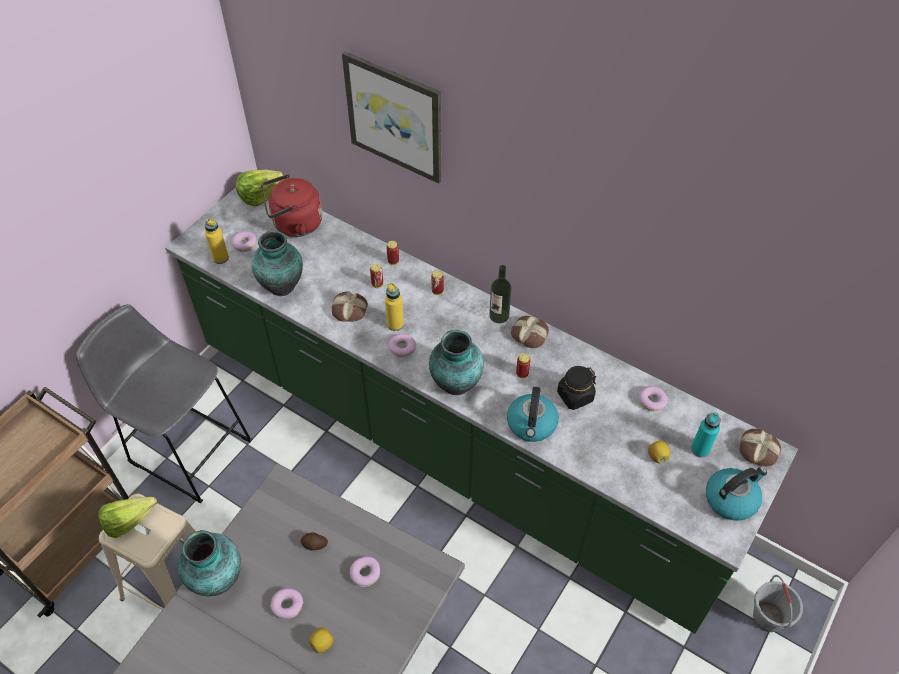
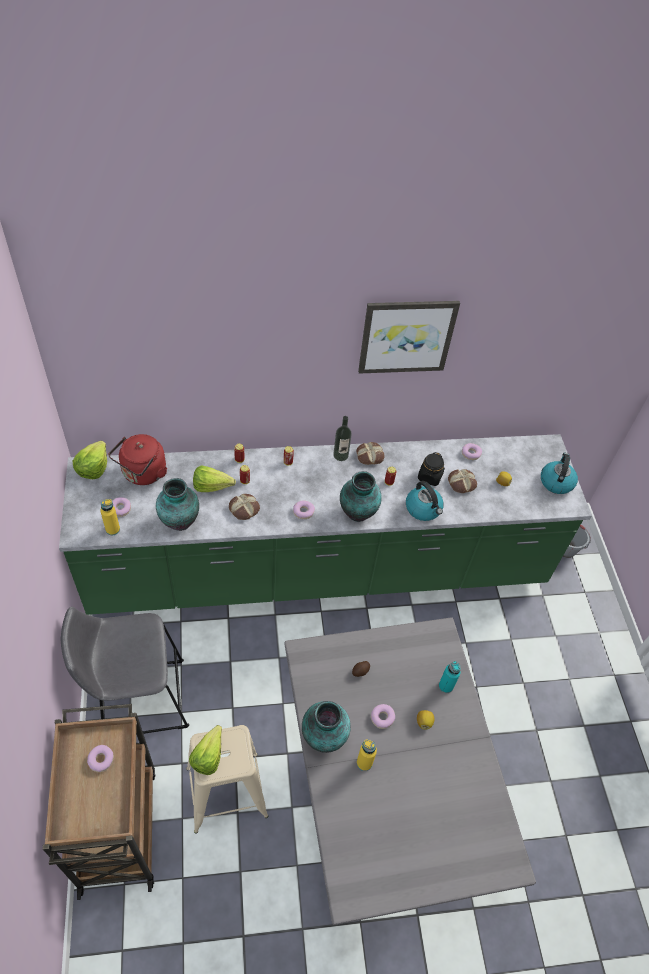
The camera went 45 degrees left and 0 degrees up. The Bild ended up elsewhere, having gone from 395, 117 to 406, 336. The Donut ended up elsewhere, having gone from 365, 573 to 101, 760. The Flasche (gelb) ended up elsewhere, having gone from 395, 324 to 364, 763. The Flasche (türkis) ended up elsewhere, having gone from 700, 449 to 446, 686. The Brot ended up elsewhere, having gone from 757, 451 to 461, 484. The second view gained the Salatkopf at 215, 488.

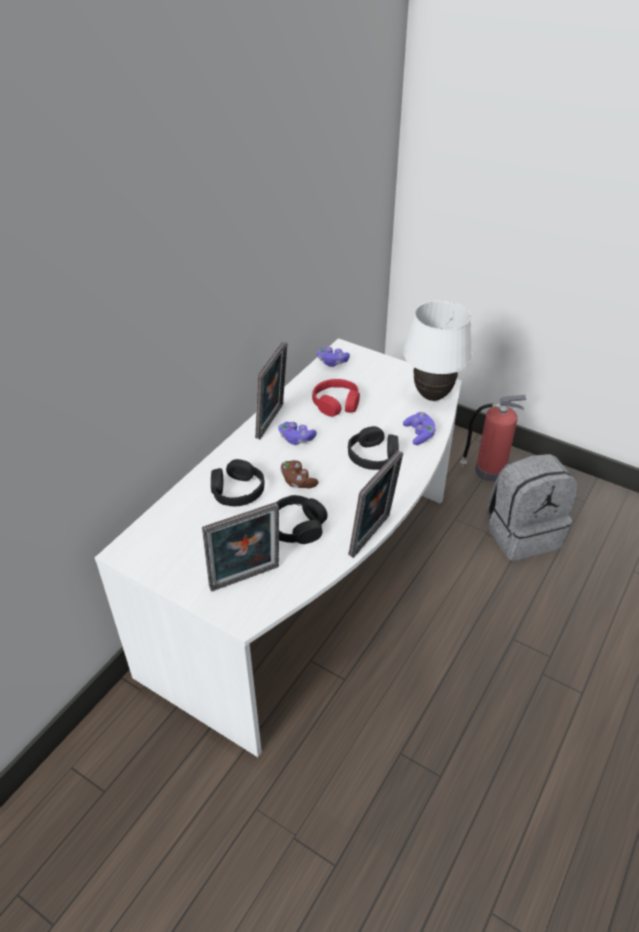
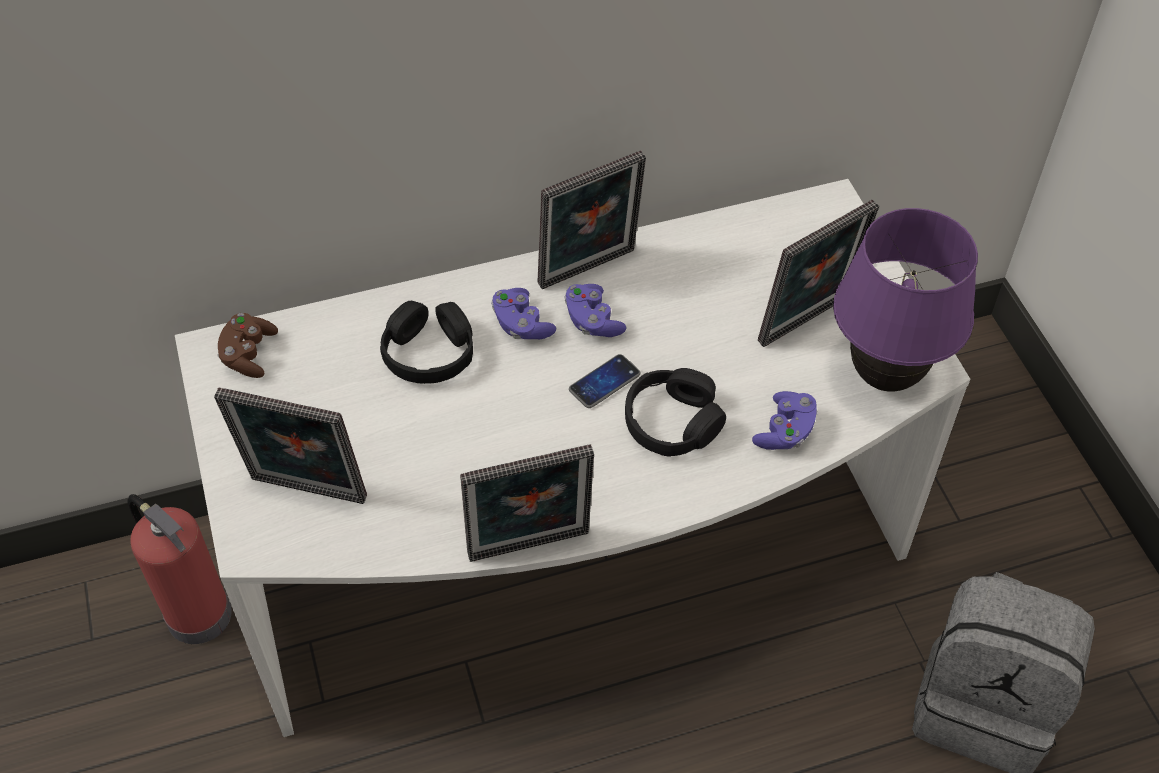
The camera went 40 degrees right and 10 degrees up. The second view lost the Kopfhörer (schwarz) at 297, 526. The Gamepad (braun) ended up elsewhere, having gone from 297, 481 to 249, 354. The second view lost the Kopfhörer (rot) at 336, 404. The Gamepad (lila) ended up elsewhere, having gone from 332, 362 to 521, 325. What was the Tischlampe (weiß) at 432, 396 turned into the Tischlampe (lila) at 884, 377. The Feuerlöscher ended up elsewhere, having gone from 488, 471 to 196, 612. The second view gained the Handy at 604, 382. The second view gained the Bilderrahmen at 807, 324.

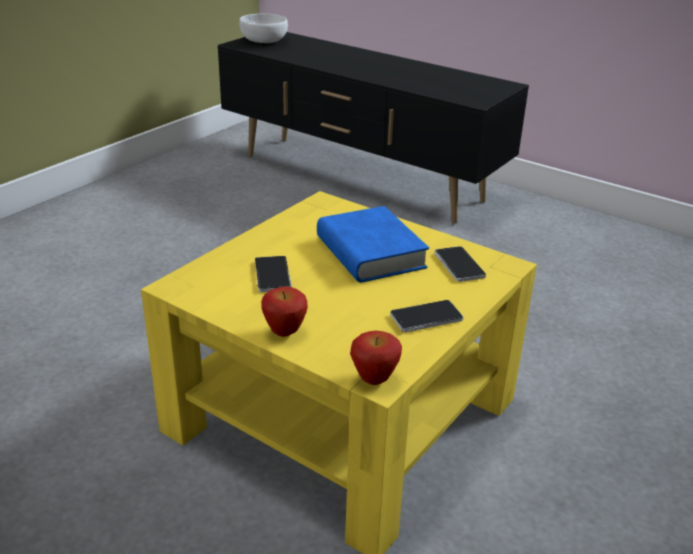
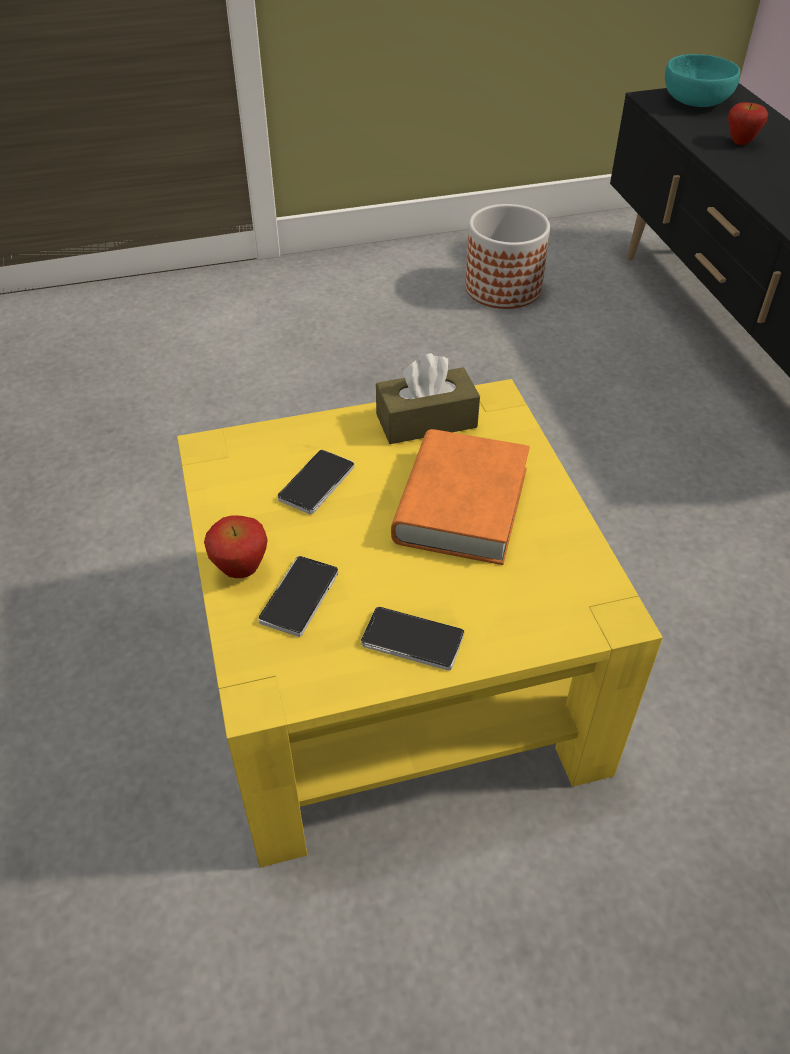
The camera went 40 degrees right and 15 degrees up. What was the Schüssel (weiß) at 264, 41 turned into the Schüssel (türkis) at 695, 101. What was the Buch (blau) at 370, 252 turned into the Buch (orange) at 461, 505. The Apfel ended up elsewhere, having gone from 374, 379 to 740, 142. The Handy ended up elsewhere, having gone from 459, 265 to 299, 597. The second view gained the Taschentuchbox (braun) at 426, 421. The second view gained the Pflanzkübel at 503, 288.

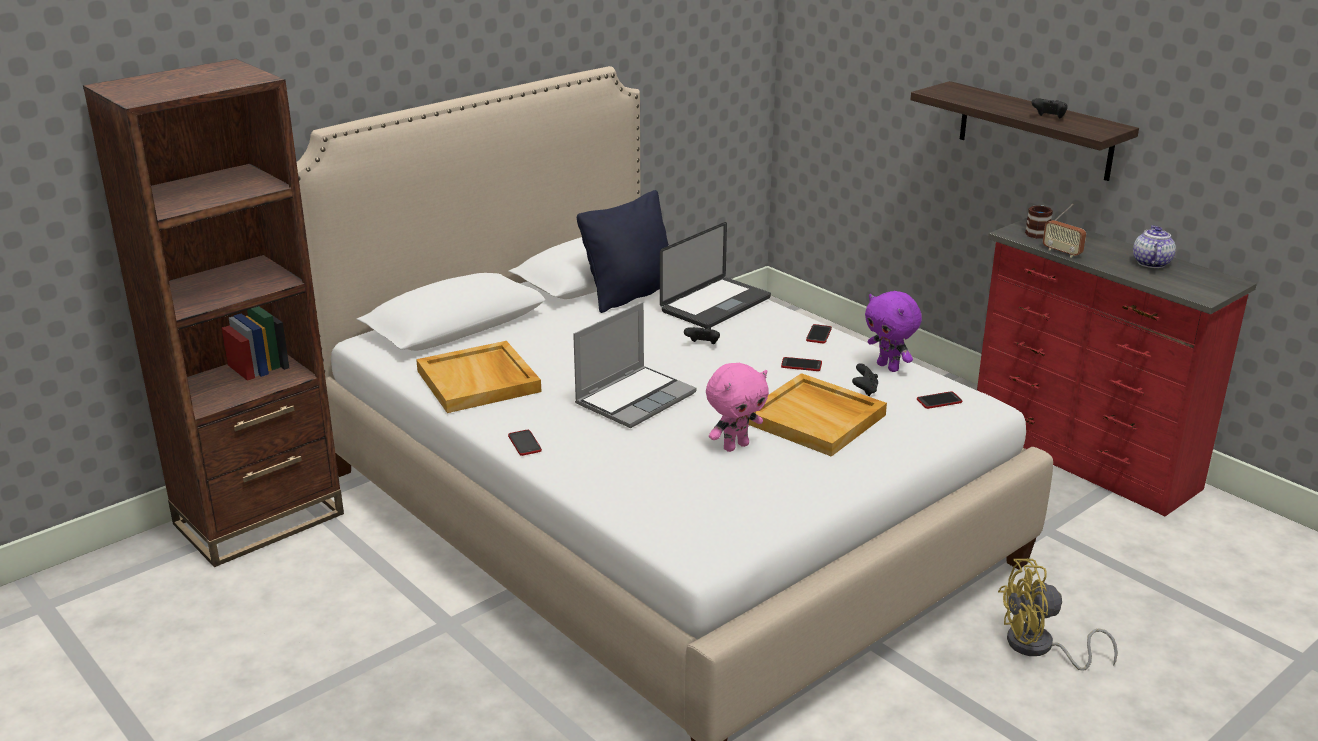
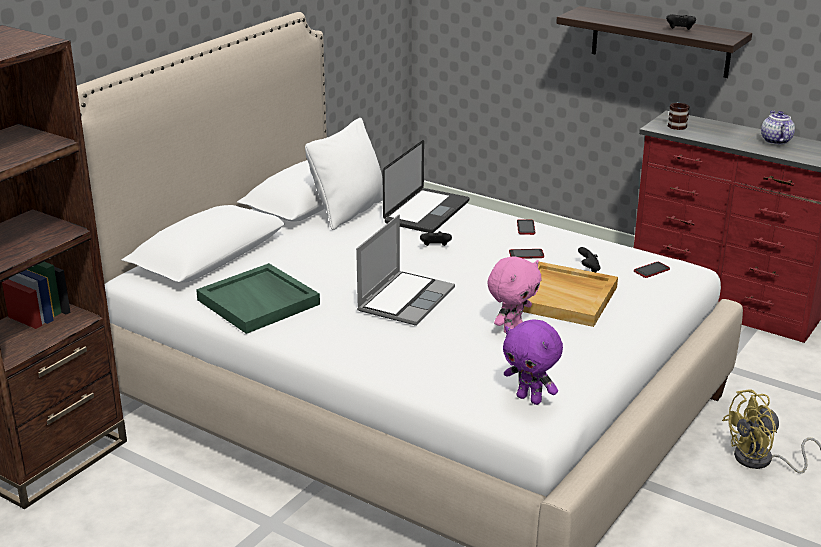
The camera went 15 degrees left and 0 degrees up. What was the Tablett (beige) at 479, 381 turned into the Tablett (grün) at 259, 302. The second view lost the Handy at 524, 443. What was the Kissen (schwarz) at 631, 294 turned into the Kissen (weiß) at 349, 211. The Plüschtier (lila) ended up elsewhere, having gone from 889, 367 to 530, 399. The second view lost the Radio at 1062, 252.

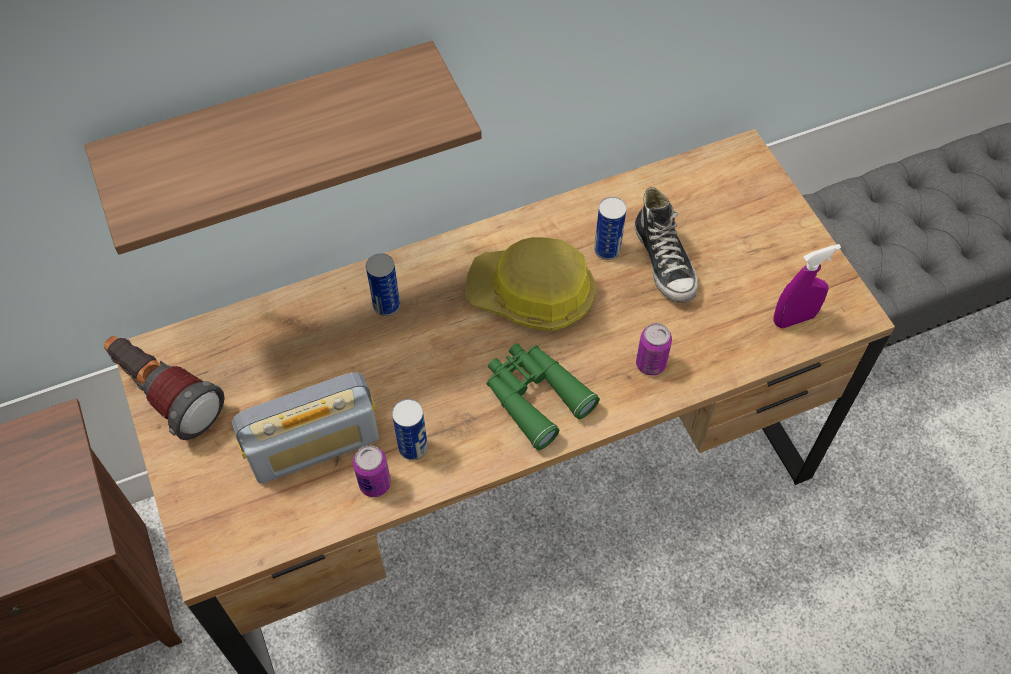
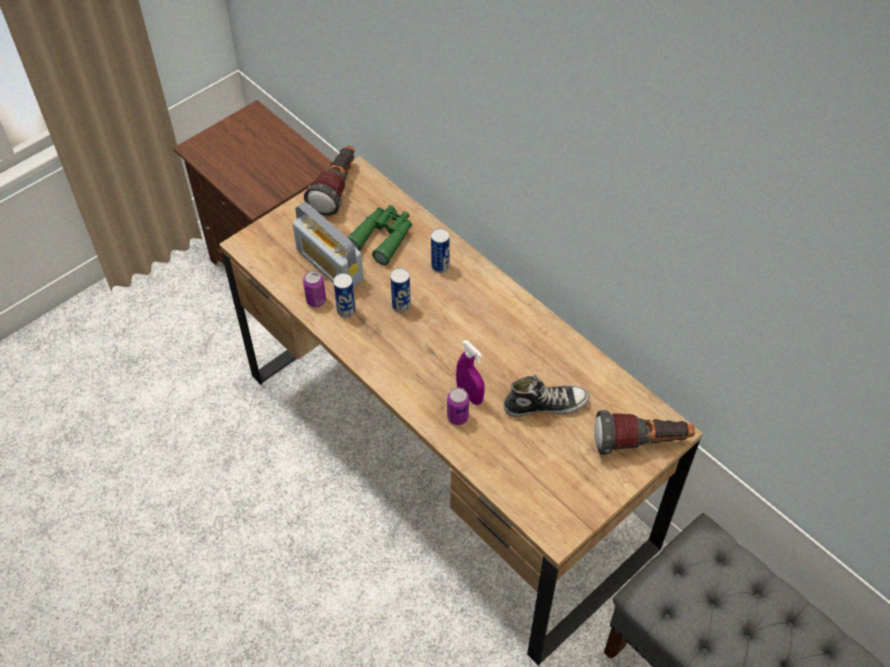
The camera went 70 degrees right and 5 degrees down. The second view lost the Wandregal at 275, 135. The second view lost the Schutzhelm at 532, 295. The Fernglas (grün) ended up elsewhere, having gone from 534, 396 to 383, 238. The Dose ended up elsewhere, having gone from 607, 250 to 401, 306. The Schuh at 664, 262 ended up facing another way, 150 degrees counterclockwise from before. The Sprühflasche (lila) ended up elsewhere, having gone from 794, 319 to 469, 395. The second view gained the Taschenlampe at 641, 443.

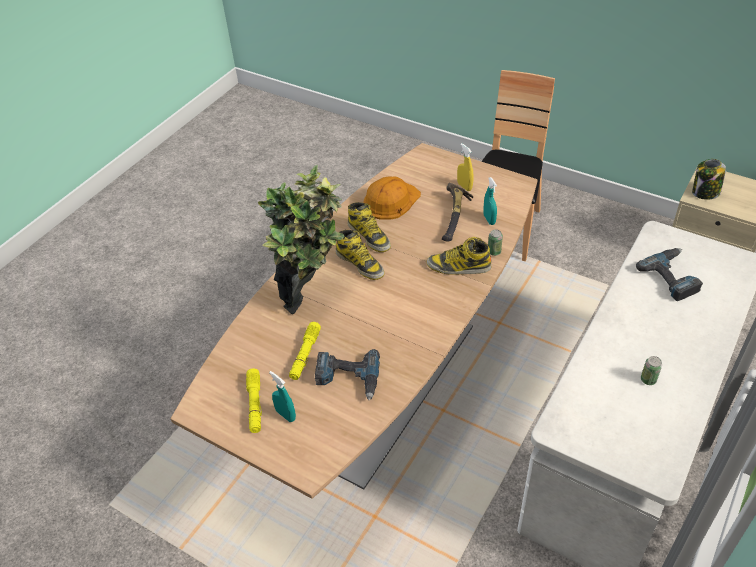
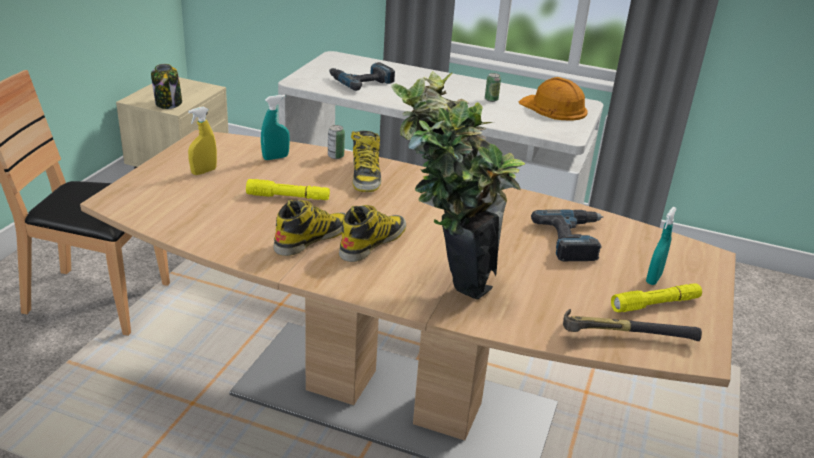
The camera went 105 degrees left and 15 degrees down. The Taschenlampe (gelb) ended up elsewhere, having gone from 305, 355 to 288, 197. The Schutzhelm (orange) ended up elsewhere, having gone from 390, 201 to 554, 108. The Hammer ended up elsewhere, having gone from 456, 217 to 621, 335.

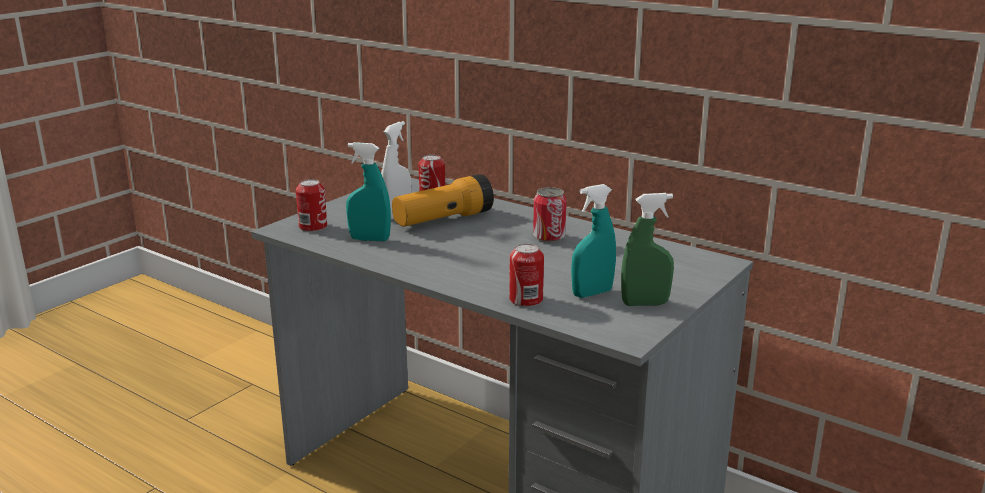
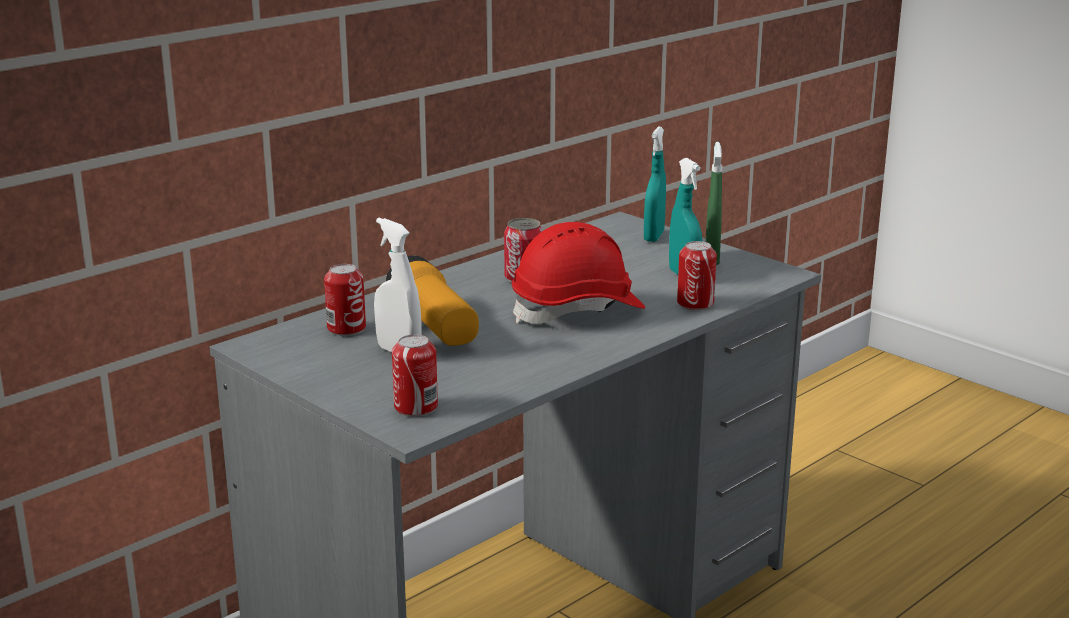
The camera went 80 degrees left and 0 degrees up. The Sprühflasche (türkis) ended up elsewhere, having gone from 369, 239 to 654, 236. The second view gained the Schutzhelm (rot) at 578, 310.

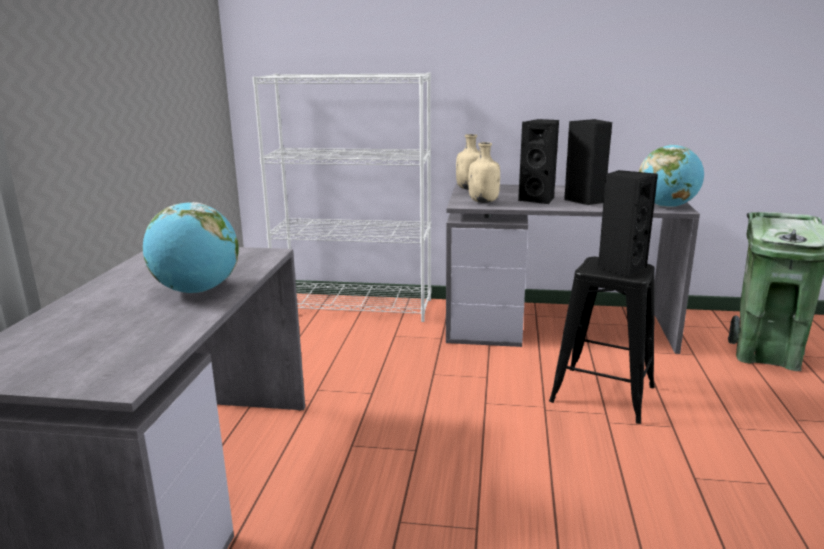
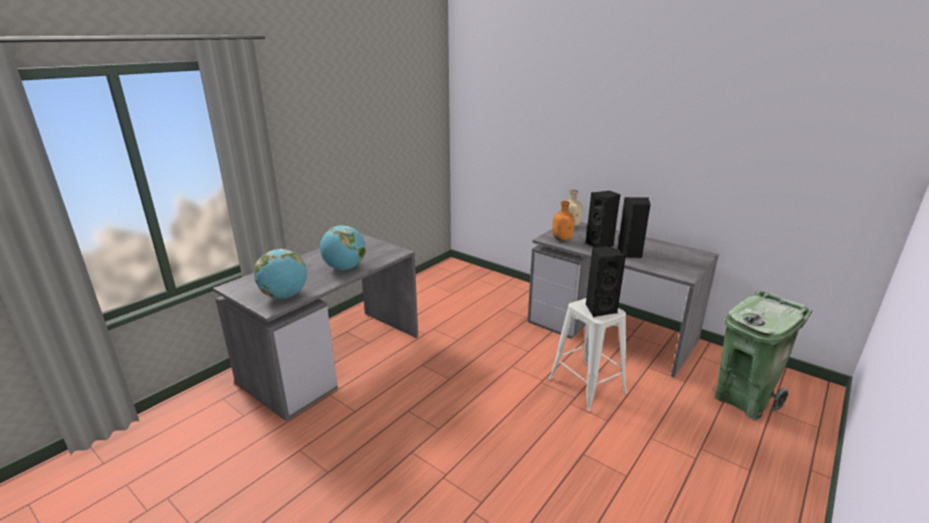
The camera went 30 degrees right and 5 degrees up. The second view lost the Bücherregal (weiß) at 355, 307. What was the Flasche (beige) at 484, 201 turned into the Flasche (orange) at 562, 239. What was the Hocker (schwarz) at 603, 394 turned into the Hocker (weiß) at 587, 386. The Globus ended up elsewhere, having gone from 667, 206 to 285, 296.

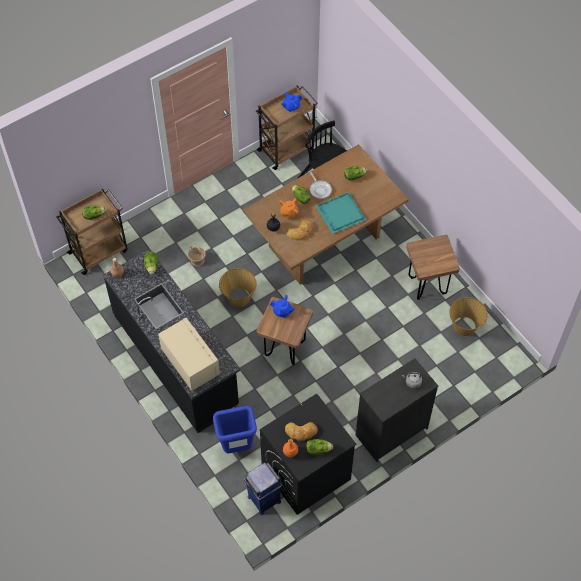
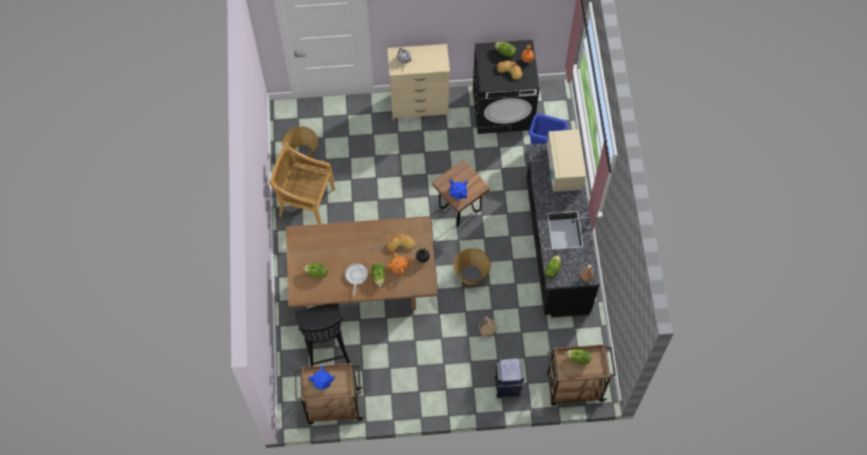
The camera went 150 degrees left and 5 degrees up. The Mülleimer (blau) ended up elsewhere, having gone from 264, 498 to 507, 387. The second view lost the Tablett (türkis) at 340, 214. What was the Kommode (schwarz) at 391, 431 turned into the Kommode (beige) at 419, 106. Where the Hocker (braun) stood at 427, 286, the Stuhl (beige) came to stand at 306, 202.

